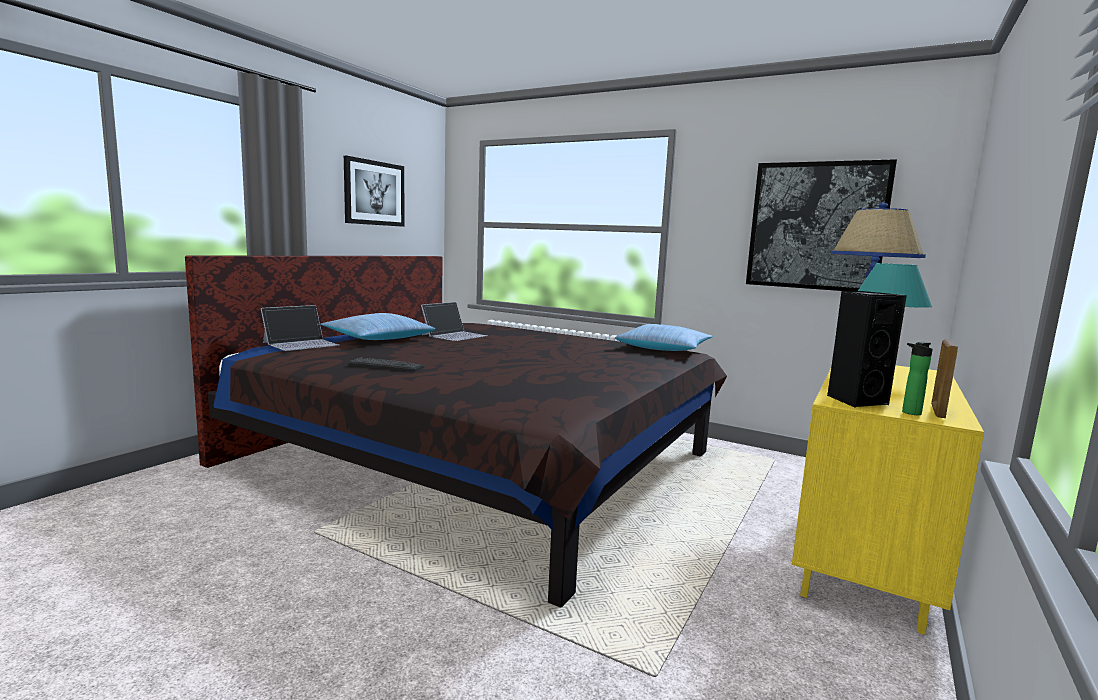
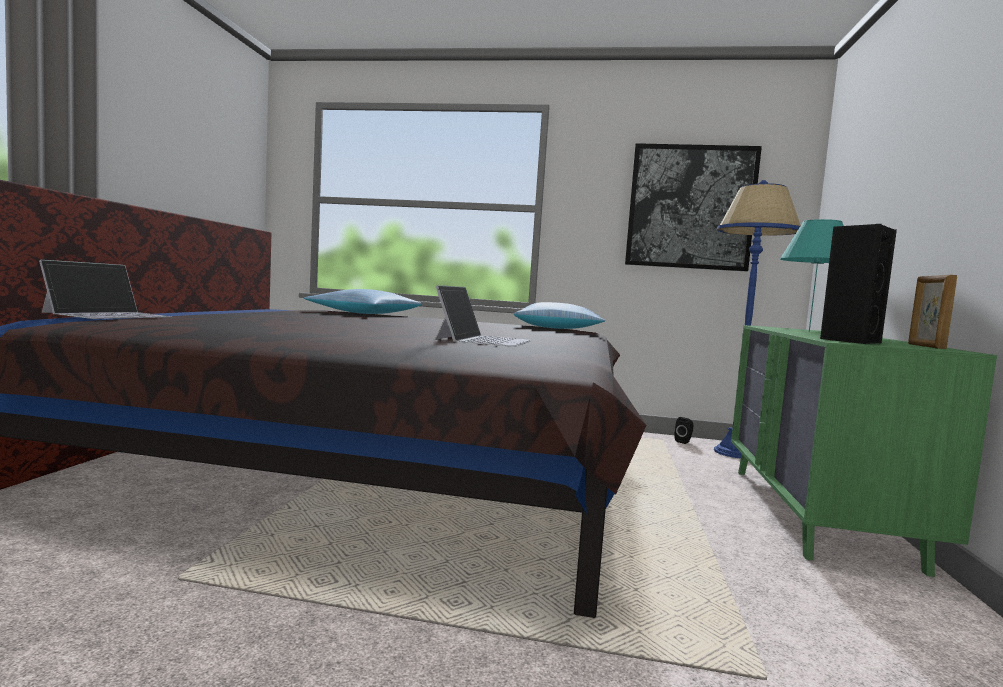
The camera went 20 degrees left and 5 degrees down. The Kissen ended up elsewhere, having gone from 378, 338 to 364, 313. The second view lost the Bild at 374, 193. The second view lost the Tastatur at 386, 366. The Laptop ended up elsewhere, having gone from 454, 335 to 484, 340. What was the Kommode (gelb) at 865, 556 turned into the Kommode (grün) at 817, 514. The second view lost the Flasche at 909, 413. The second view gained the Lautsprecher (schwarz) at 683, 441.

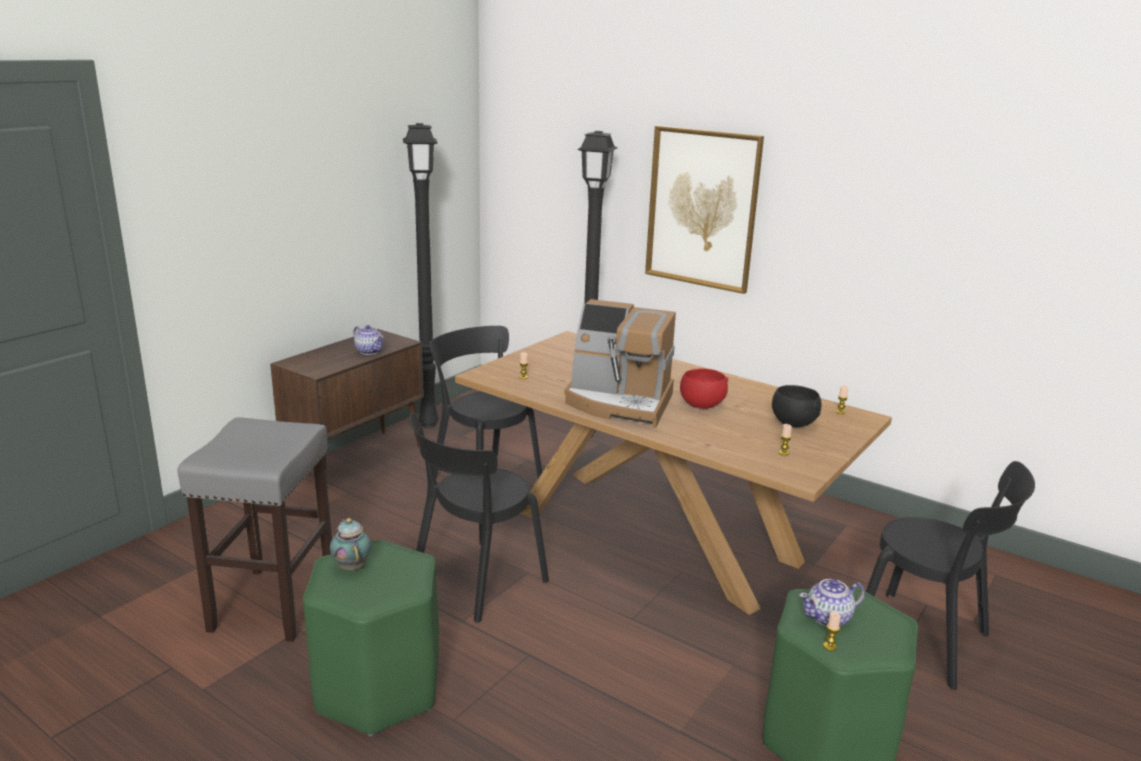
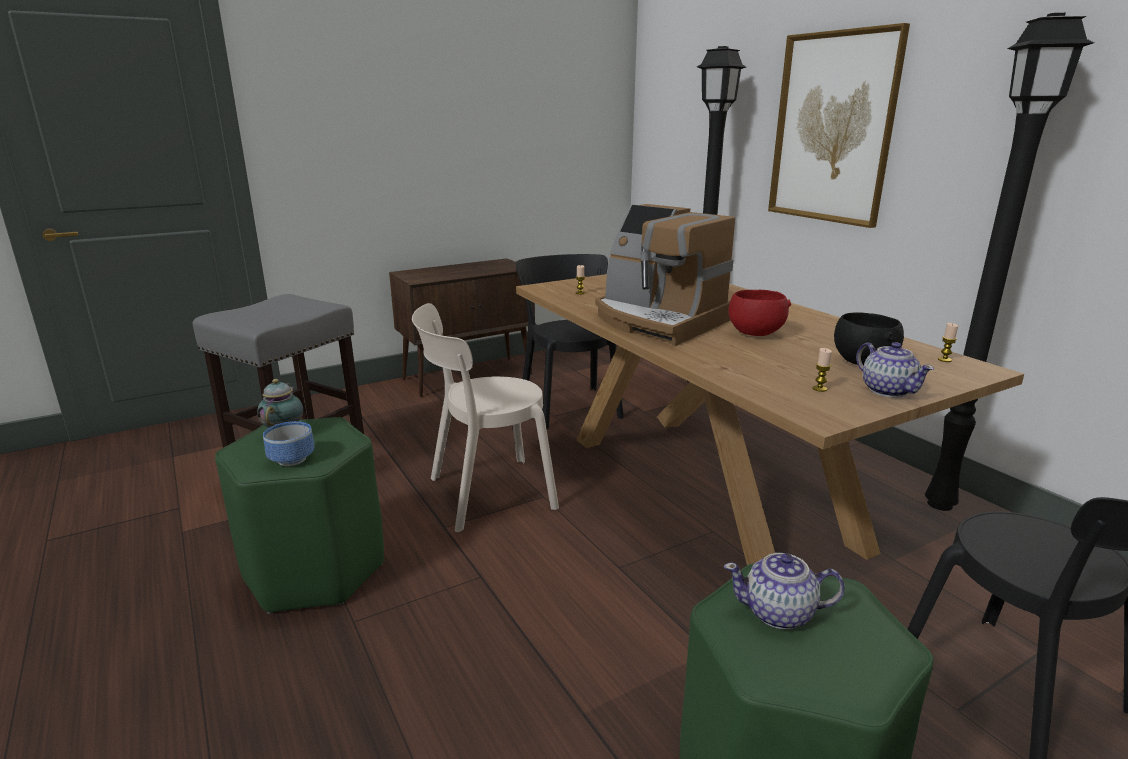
The camera went 25 degrees right and 0 degrees up. The Teekanne ended up elsewhere, having gone from 369, 351 to 887, 390. The Stehlampe (schwarz) ended up elsewhere, having gone from 429, 424 to 941, 503. What was the Stuhl (schwarz) at 475, 582 turned into the Stuhl (beige) at 485, 494. The second view lost the Kerze at 829, 646. The second view gained the Schüssel at 290, 459.

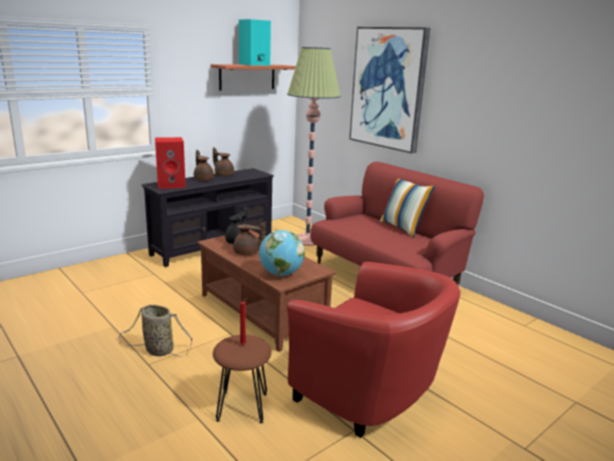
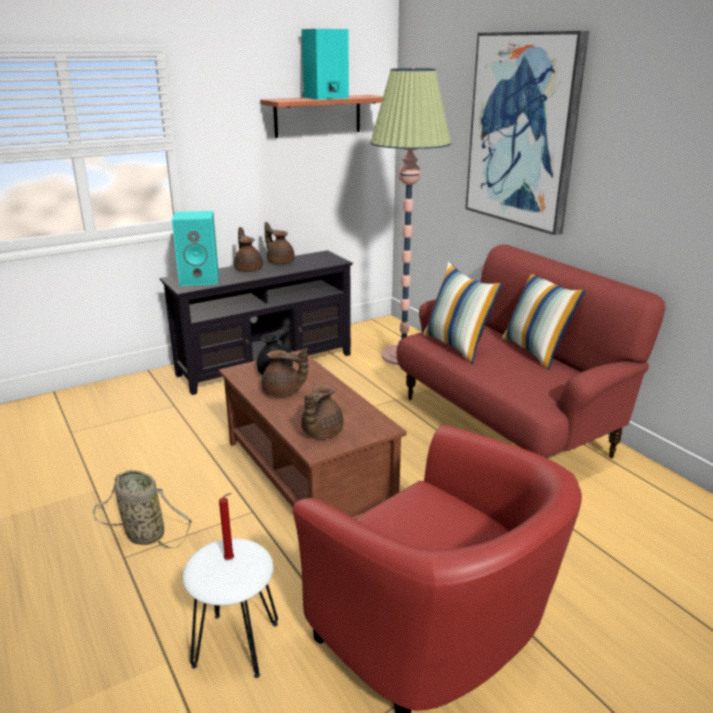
The camera went 10 degrees right and 5 degrees up. What was the Lautsprecher (rot) at 172, 185 turned into the Lautsprecher (türkis) at 200, 279. What was the Hocker (braun) at 243, 407 turned into the Hocker (weiß) at 237, 644. Where the Globus stood at 280, 274, the Teekanne (braun) came to stand at 320, 432. The second view gained the Kissen at 457, 346.

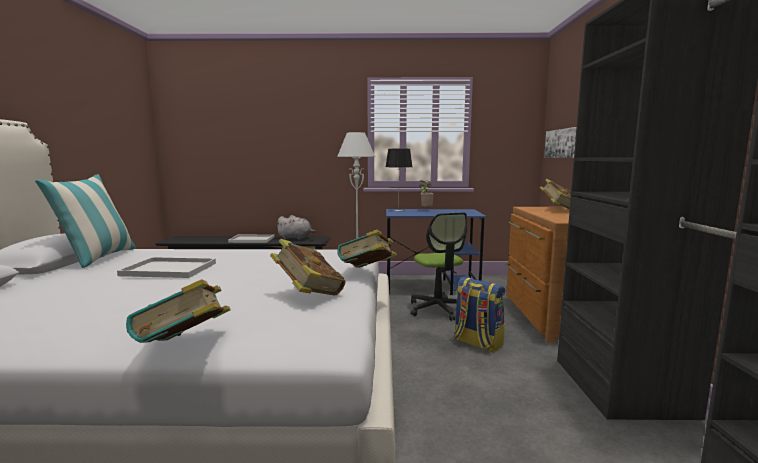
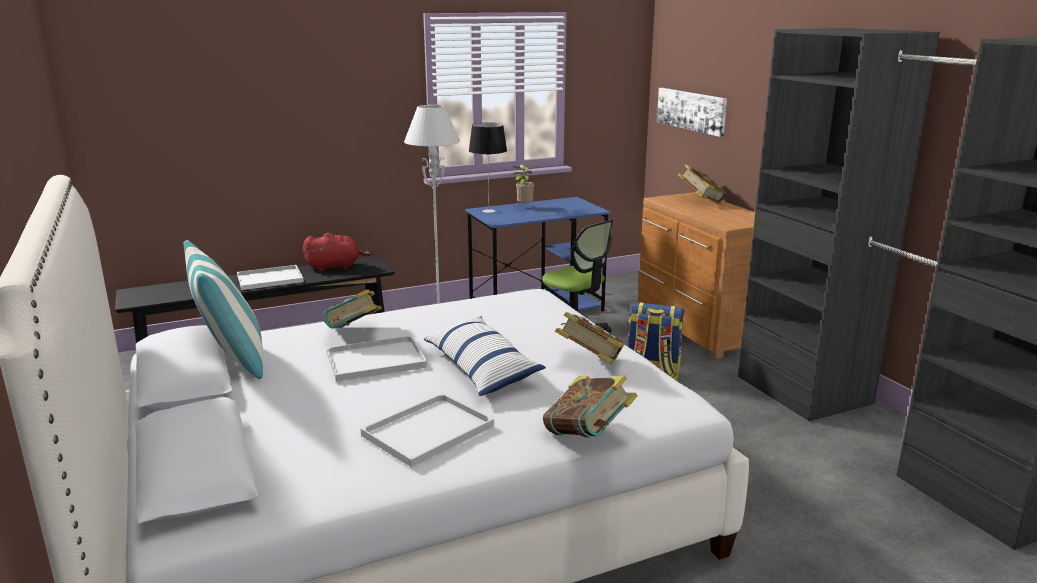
The camera went 25 degrees left and 10 degrees up. What was the Plüschtier (grau) at 296, 238 turned into the Plüschtier (rot) at 335, 267. The Buch ended up elsewhere, having gone from 368, 272 to 355, 334. The second view gained the Tablett (weiß) at 429, 429. The second view gained the Kissen at 481, 368.

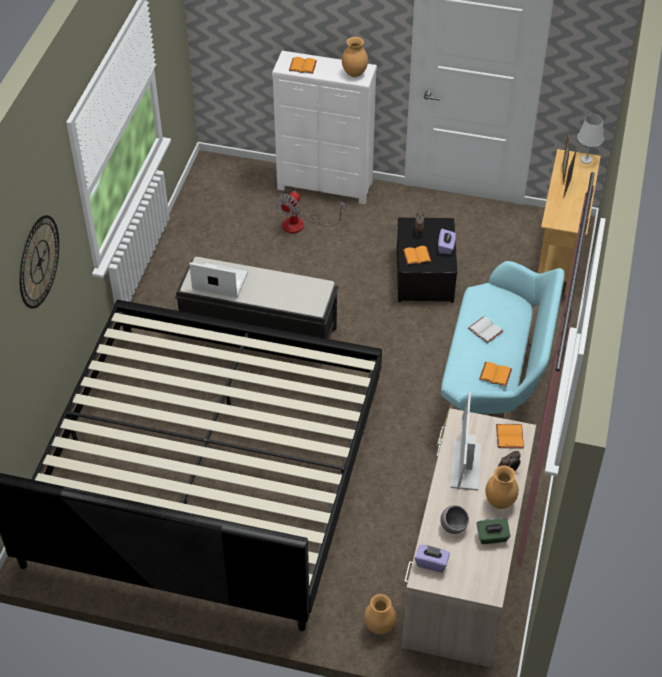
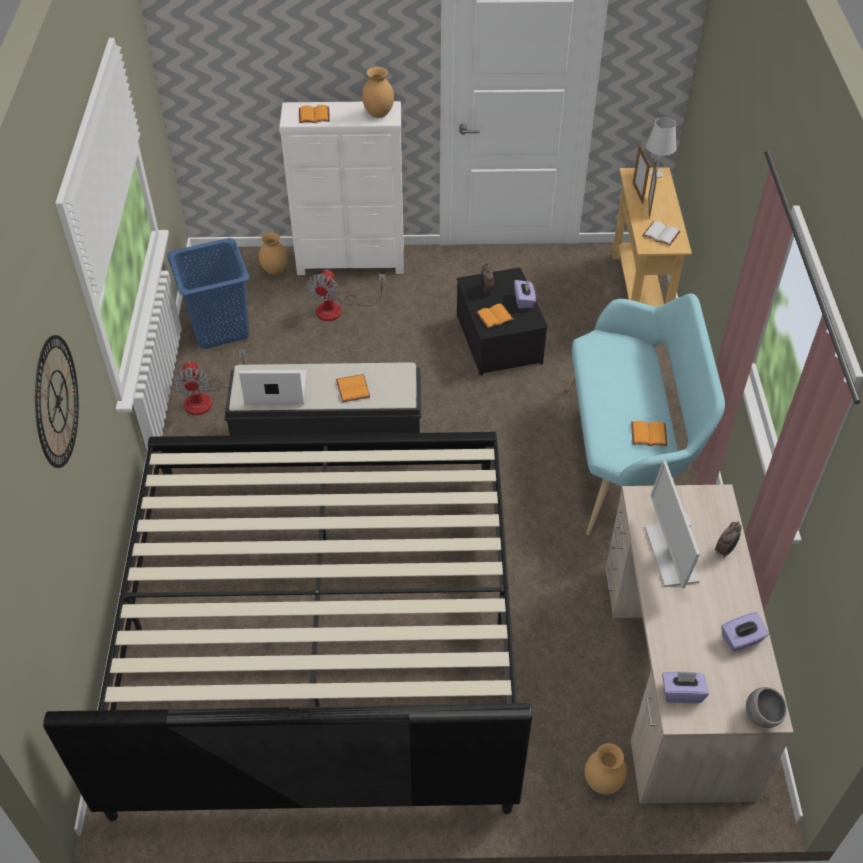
The camera went 15 degrees left and 0 degrees up. The Schüssel (grau) ended up elsewhere, having gone from 453, 526 to 761, 716. The Buch (weiß) ended up elsewhere, having gone from 486, 330 to 662, 234. What was the Taschentuchbox (grün) at 492, 537 turned into the Taschentuchbox (lila) at 741, 640. The Vase (braun) ended up elsewhere, having gone from 500, 502 to 275, 270. The Buch (orange) ended up elsewhere, having gone from 508, 436 to 351, 388. The second view gained the Wäschekorb (blau) at 220, 329. The second view gained the Ventilator at 206, 398.

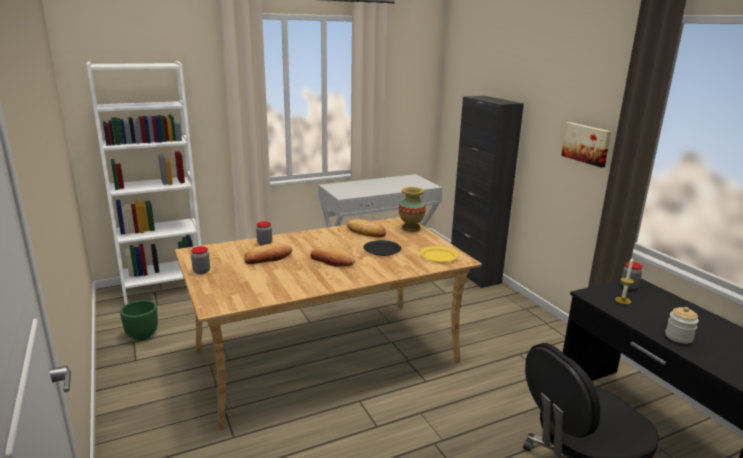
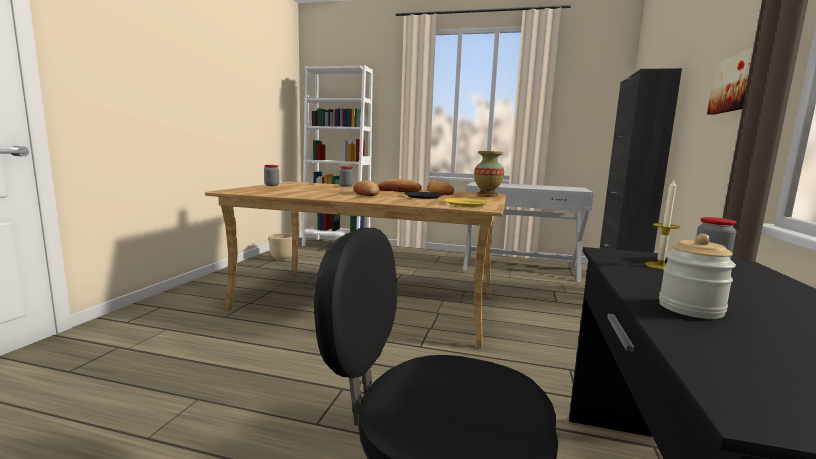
The camera went 40 degrees right and 10 degrees down. What was the Pflanzkübel (grün) at 142, 335 turned into the Pflanzkübel (beige) at 283, 259. The Brot ended up elsewhere, having gone from 268, 258 to 399, 191.

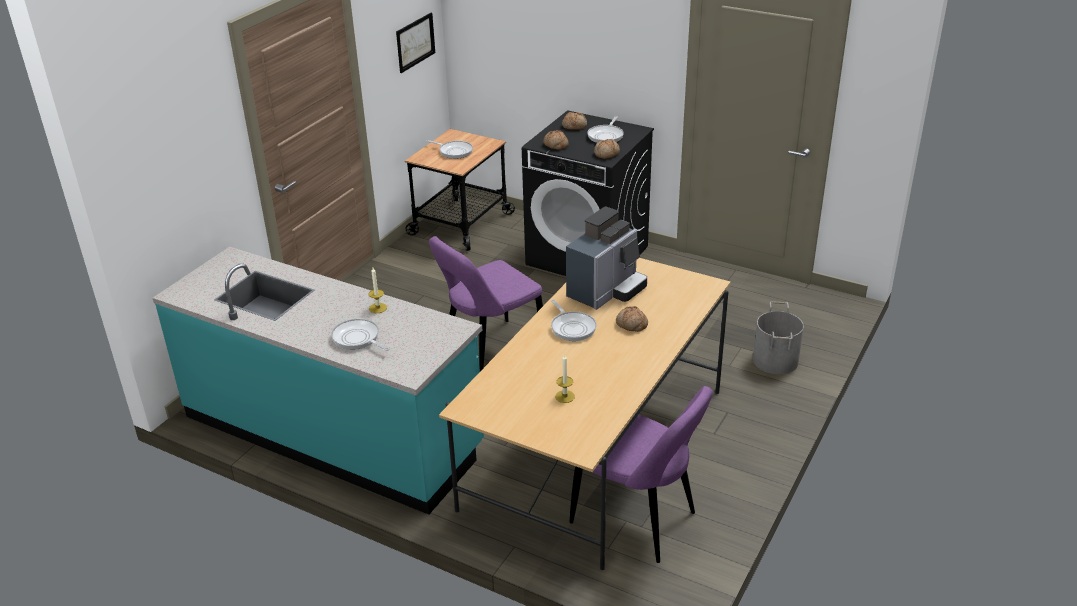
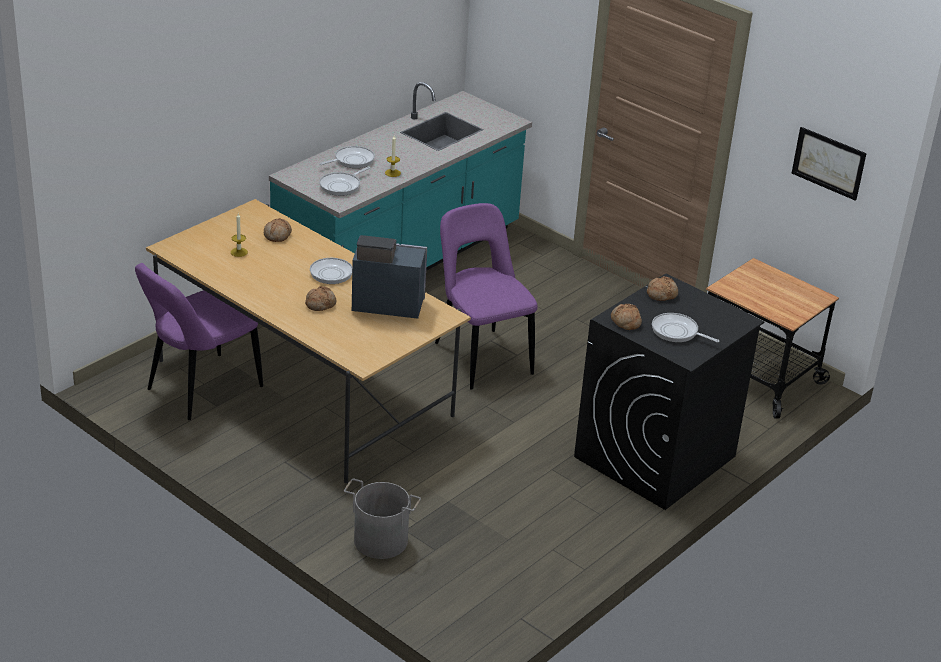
The camera went 100 degrees right and 0 degrees up. The Pfanne ended up elsewhere, having gone from 454, 151 to 342, 186. The Brot ended up elsewhere, having gone from 574, 126 to 278, 235. The Kaffeemaschine at 606, 290 ended up facing another way, 135 degrees clockwise from before.

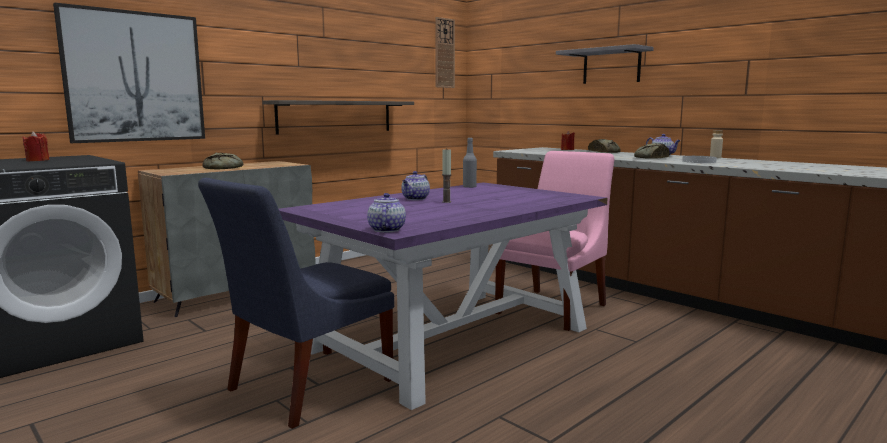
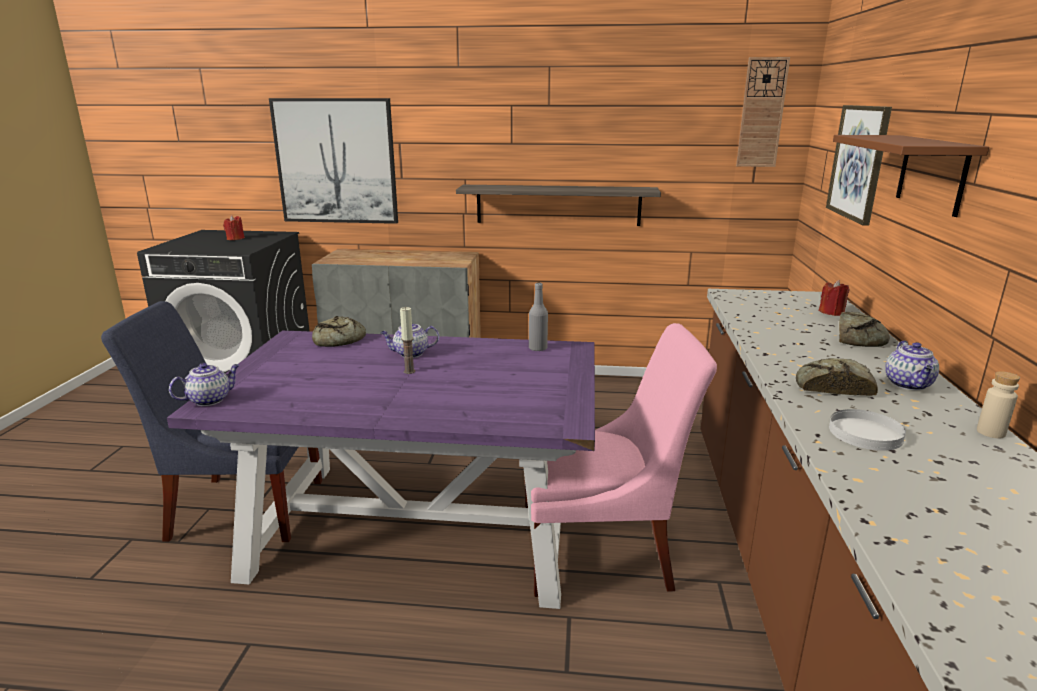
The camera went 50 degrees right and 10 degrees up. The Brot ended up elsewhere, having gone from 225, 168 to 338, 340. What was the Wandregal (grau) at 611, 66 turned into the Wandregal (braun) at 932, 173. The second view gained the Bild at 858, 162.

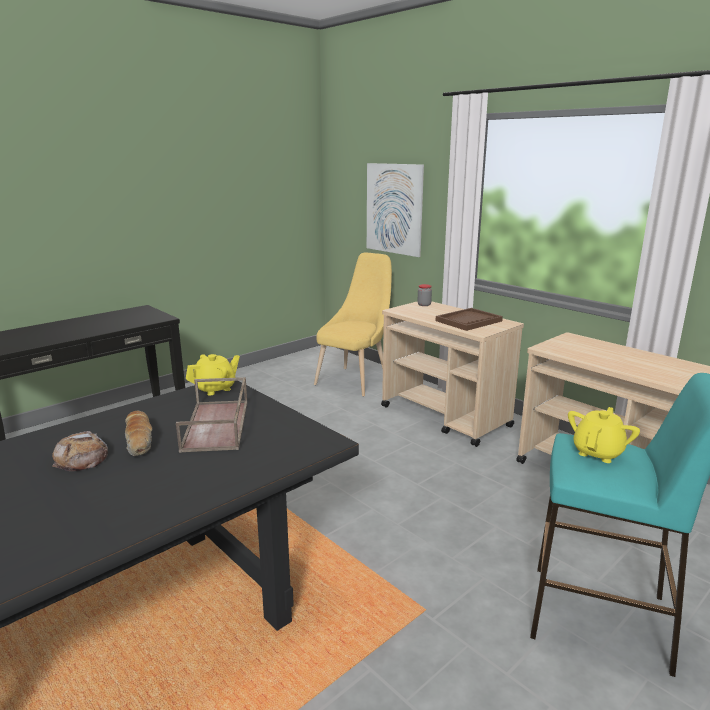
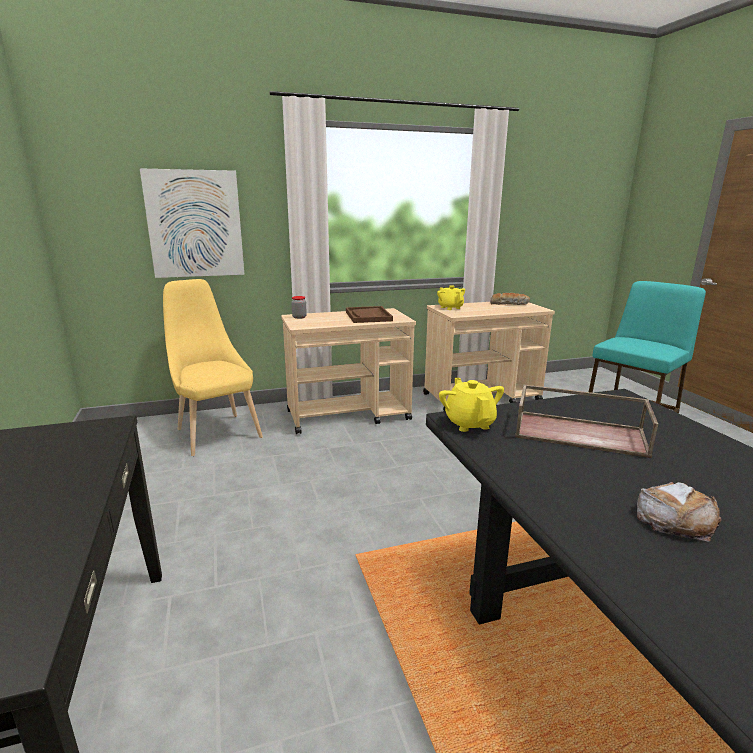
The camera went 65 degrees left and 0 degrees up. The Brot ended up elsewhere, having gone from 140, 441 to 509, 304. The Teekanne (gelb) ended up elsewhere, having gone from 598, 452 to 450, 308.

